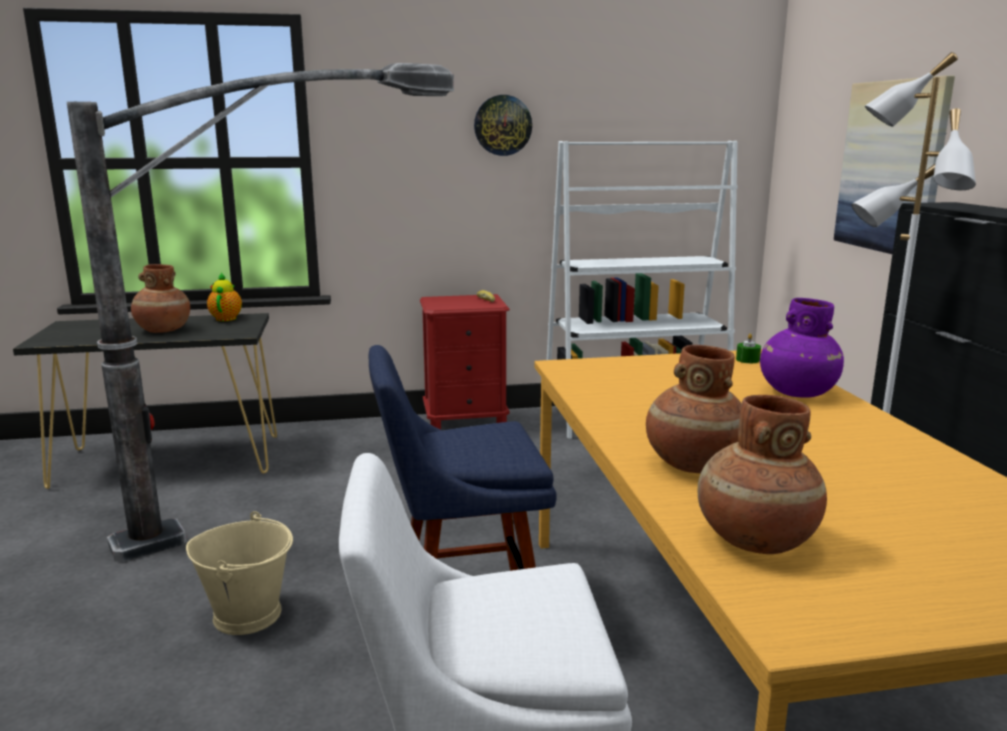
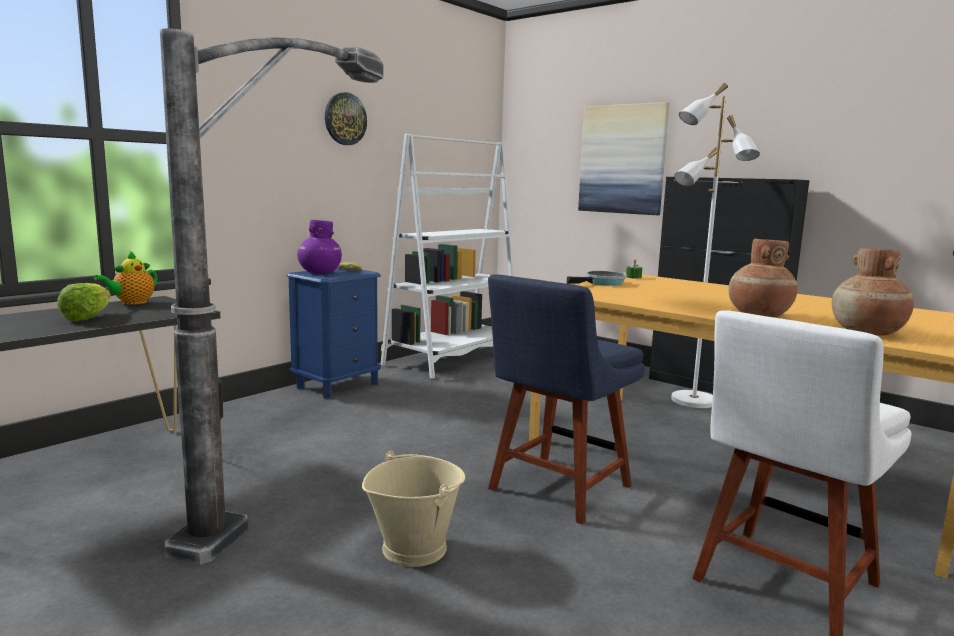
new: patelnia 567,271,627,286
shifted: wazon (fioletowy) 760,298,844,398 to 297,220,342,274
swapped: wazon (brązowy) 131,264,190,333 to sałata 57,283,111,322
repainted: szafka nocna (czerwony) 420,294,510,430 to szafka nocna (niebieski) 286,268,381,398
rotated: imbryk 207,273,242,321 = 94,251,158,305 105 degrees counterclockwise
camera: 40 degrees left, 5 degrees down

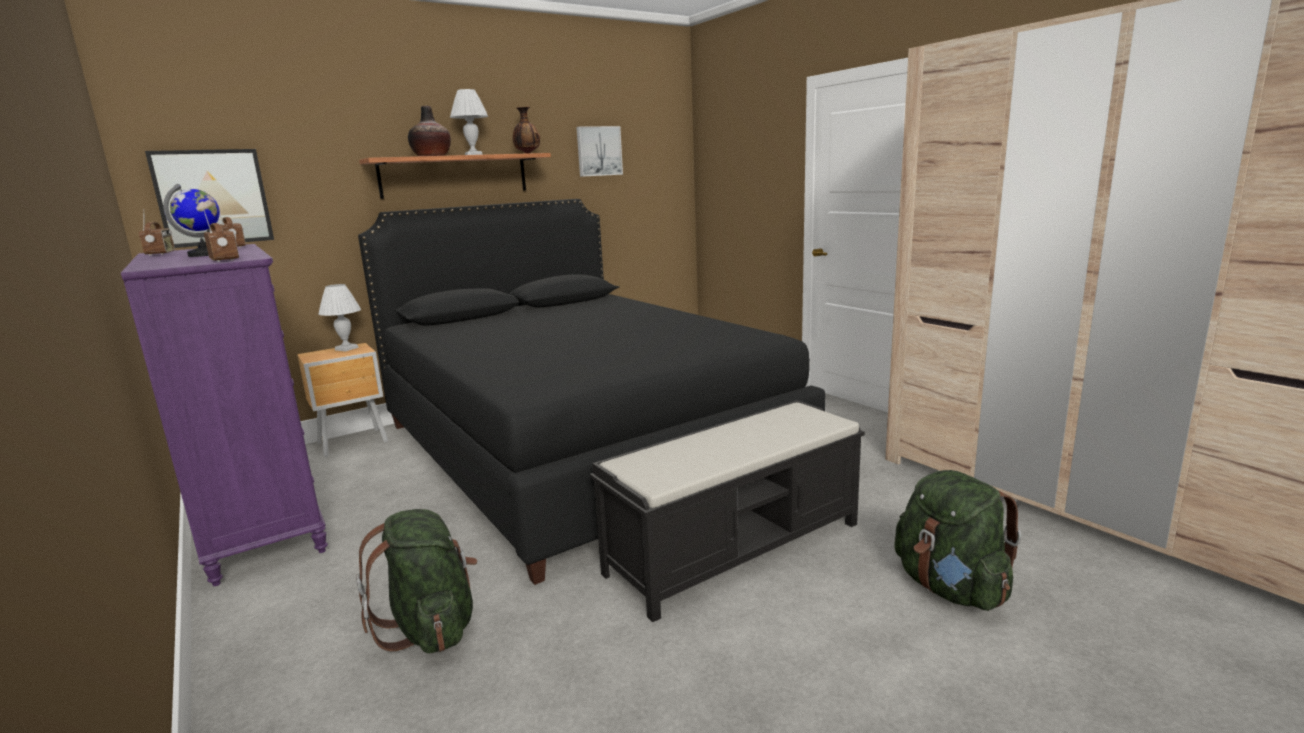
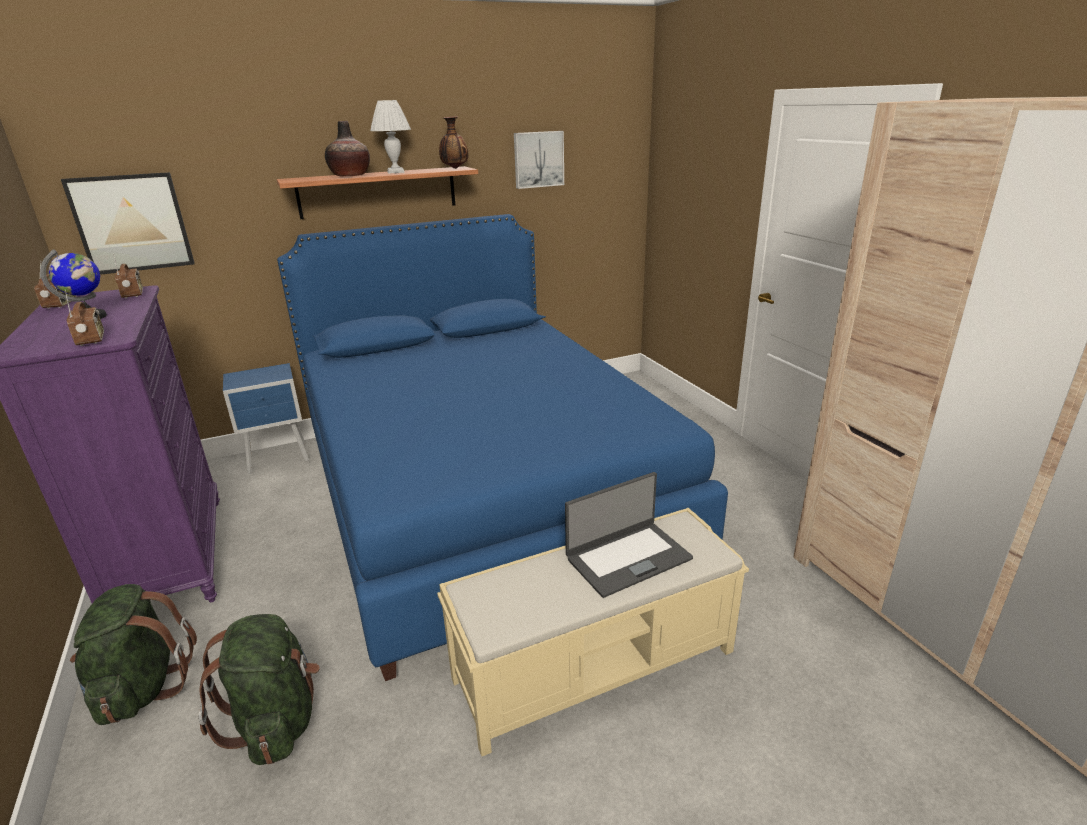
gone: lampa stołowa (biały) 318,284,361,351
new: laptop 565,472,693,598
shifted: plecak (zielony) 894,470,1021,611 to 70,584,197,725
repainted: łóżko (czarny) 358,199,825,585 to łóżko (niebieski) 277,214,728,681; szafka nocna (brązowy) 297,343,388,457 to szafka nocna (niebieski) 223,363,309,474; ławka (czarny) 590,400,865,622 to ławka (beżowy) 437,508,749,756
camera: 10 degrees right, 10 degrees up

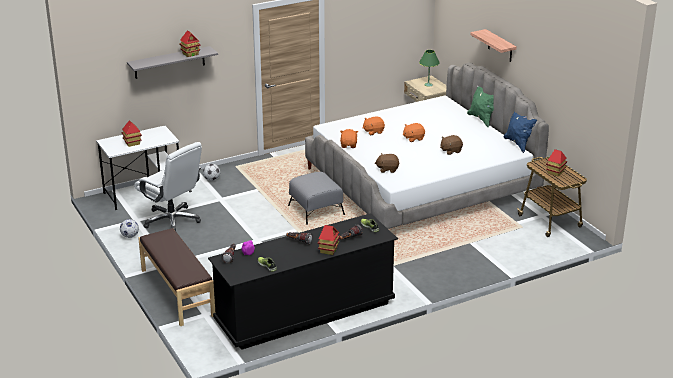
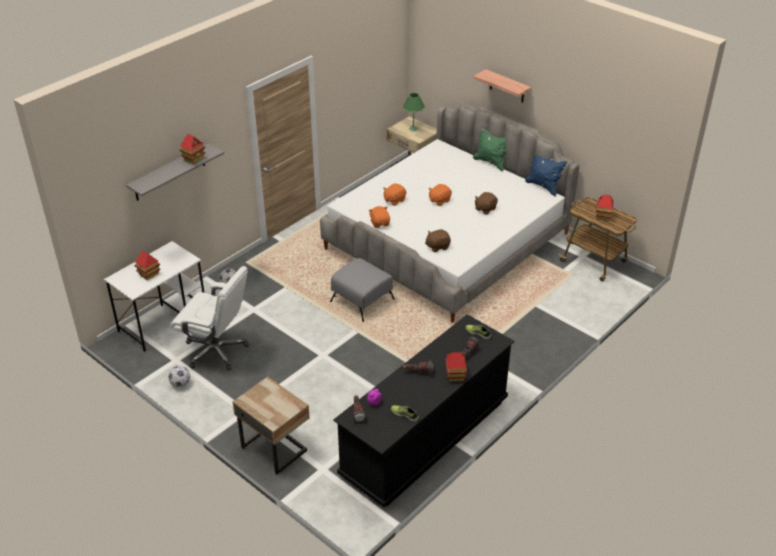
swapped: ławka (brązowy) 138,228,215,326 to szafka nocna (beżowy) 233,376,310,475
camera: 20 degrees left, 10 degrees up

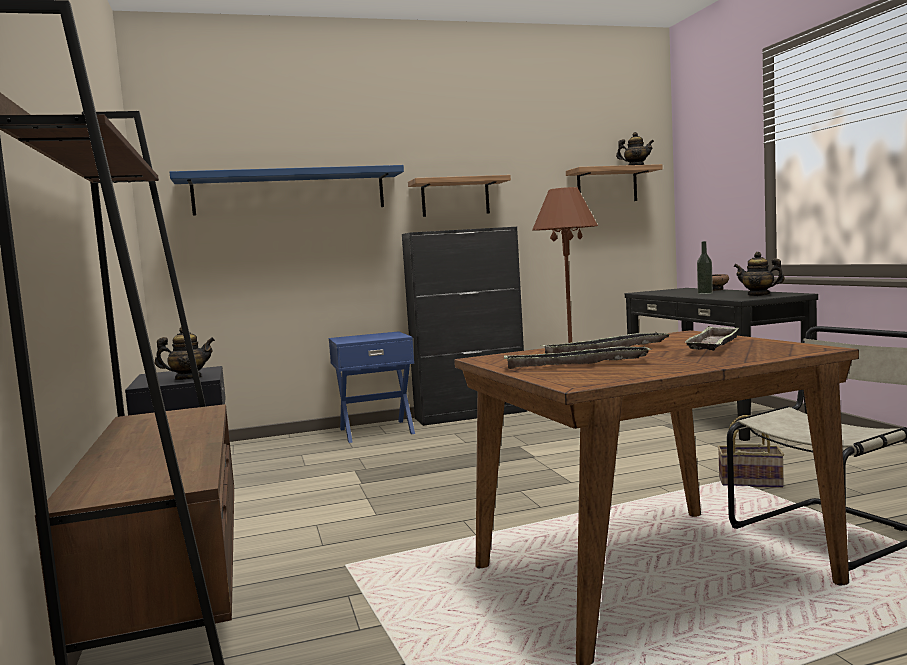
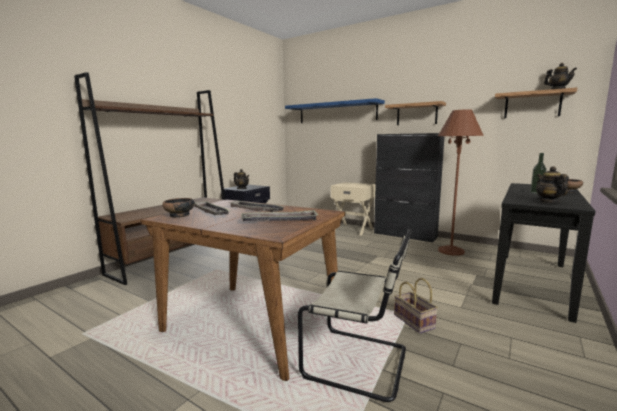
new: miska 162,198,195,218
repainted: szafka nocna (niebieski) 329,331,415,443 to szafka nocna (beżowy) 331,182,376,236
camera: 50 degrees right, 5 degrees up

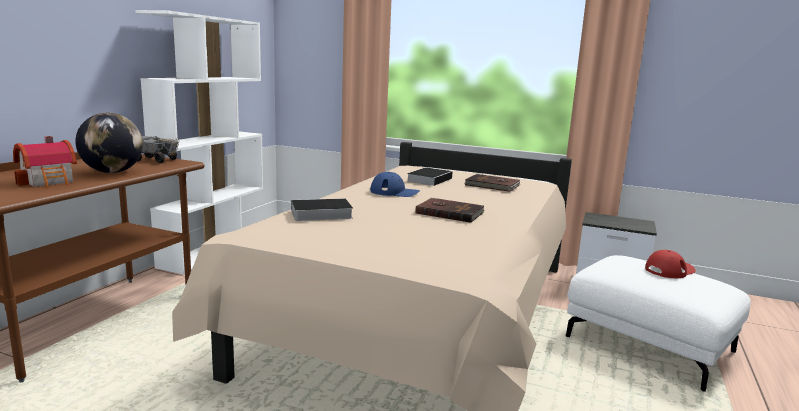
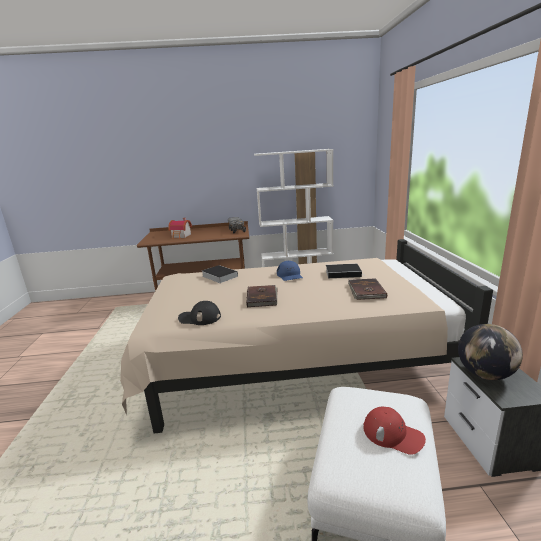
new: czapka z daszkiem (czarny) 178,301,221,325
shifted: globus 75,113,143,173 to 458,324,523,380
camera: 65 degrees right, 5 degrees up

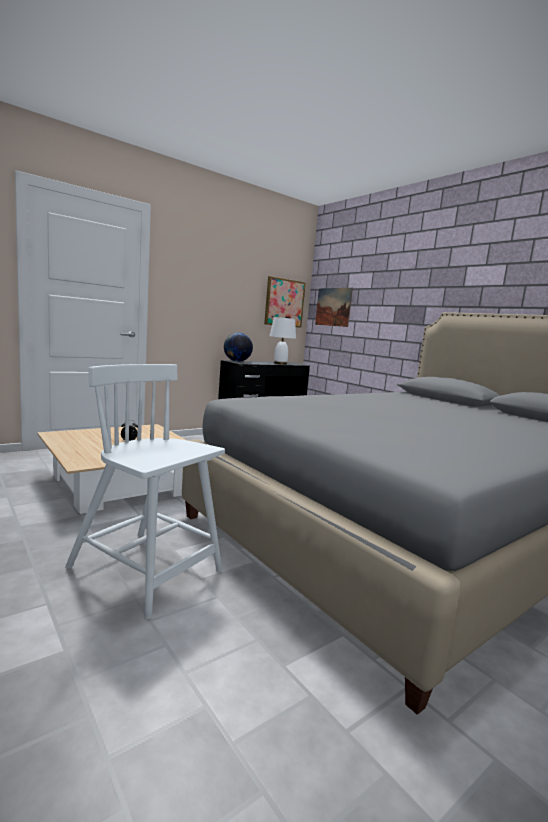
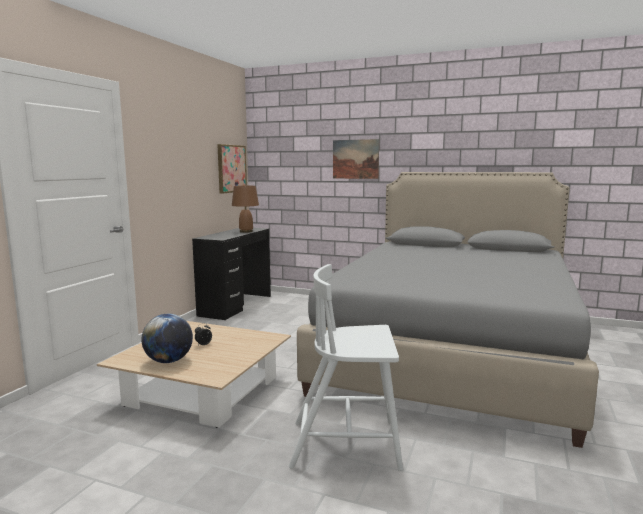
shifted: obraz 315,288,353,327 to 333,139,379,179; globus 224,332,253,362 to 142,314,193,363
repainted: lampa stołowa (biały) 270,317,296,365 to lampa stołowa (brązowy) 232,186,259,233
camera: 30 degrees left, 0 degrees up

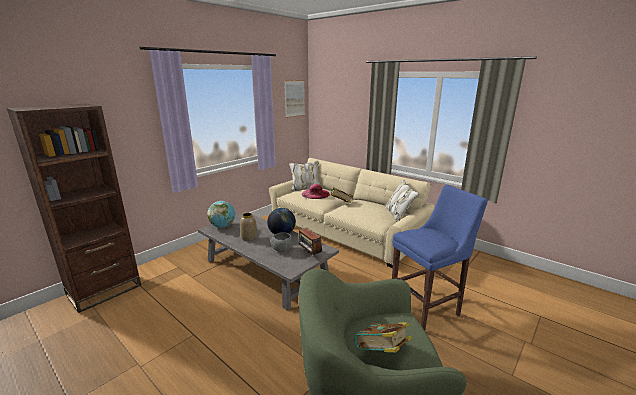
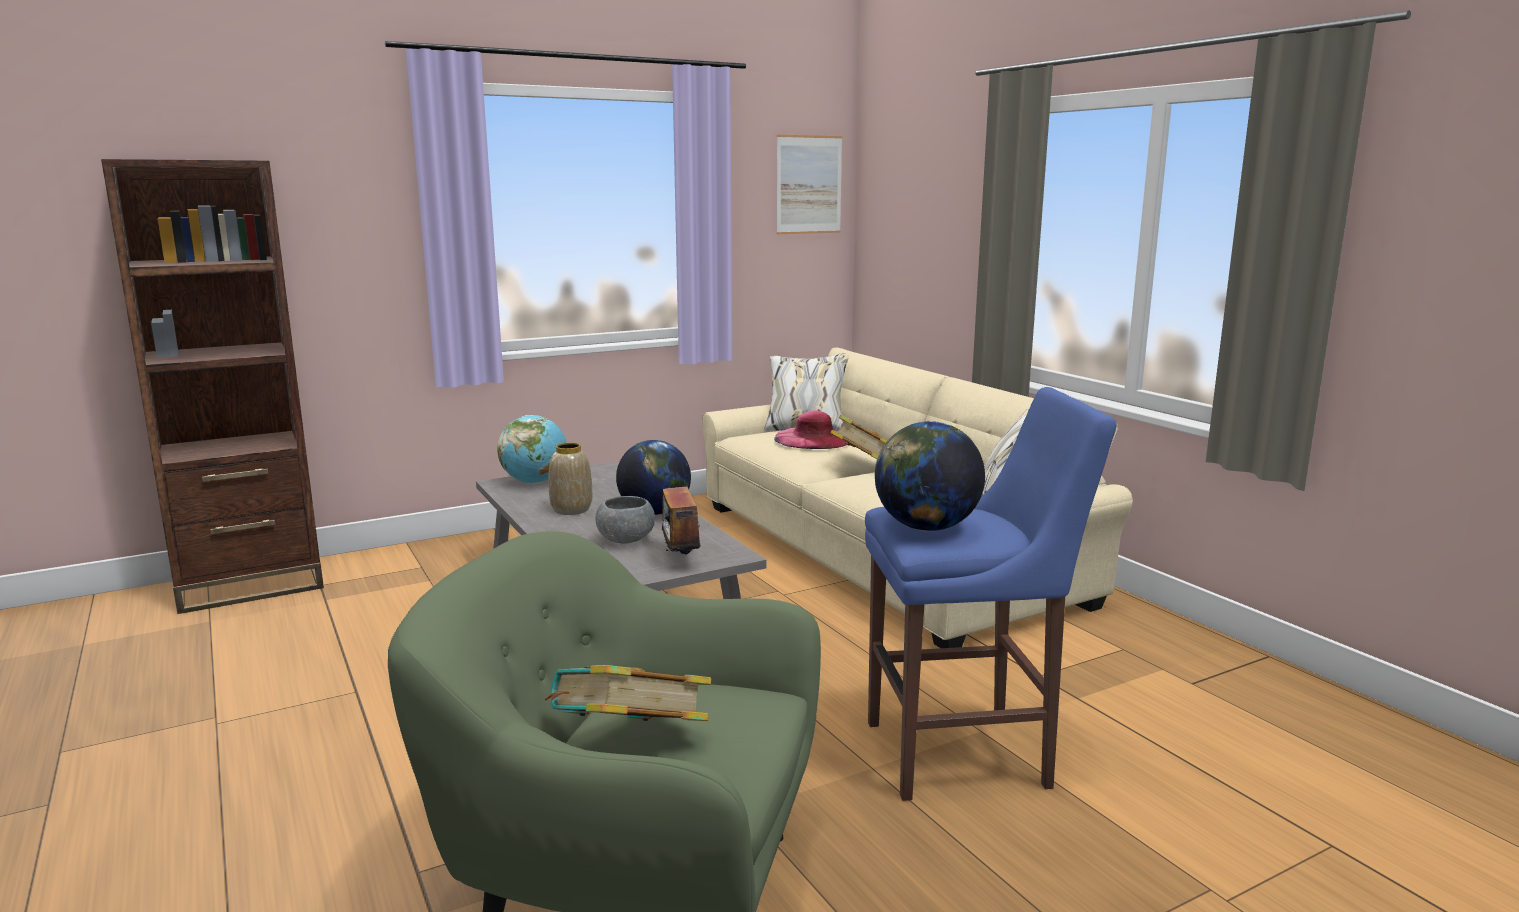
new: globus 875,421,985,531
camera: 20 degrees right, 5 degrees down

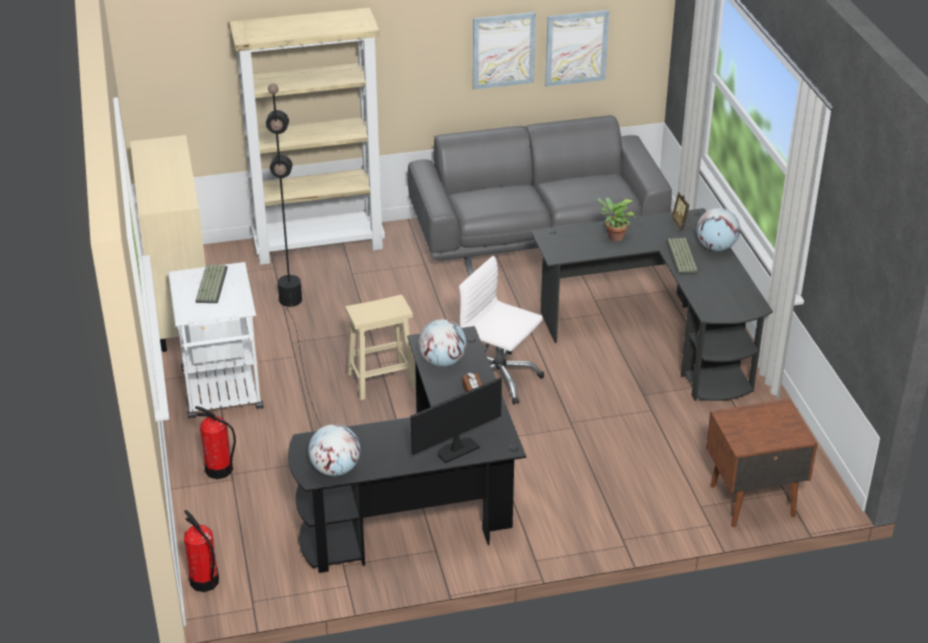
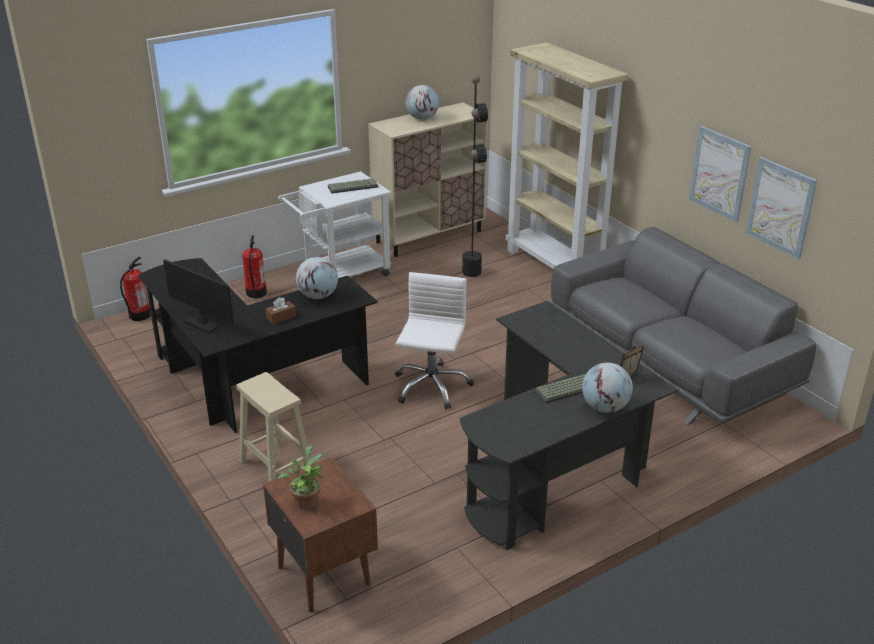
shifted: roślina doniczkowa 596,198,636,241 to 278,445,323,510; stołek (beżowy) 345,295,416,400 to 236,372,310,482; globus 308,424,360,476 to 406,85,439,120
camera: 70 degrees right, 5 degrees down

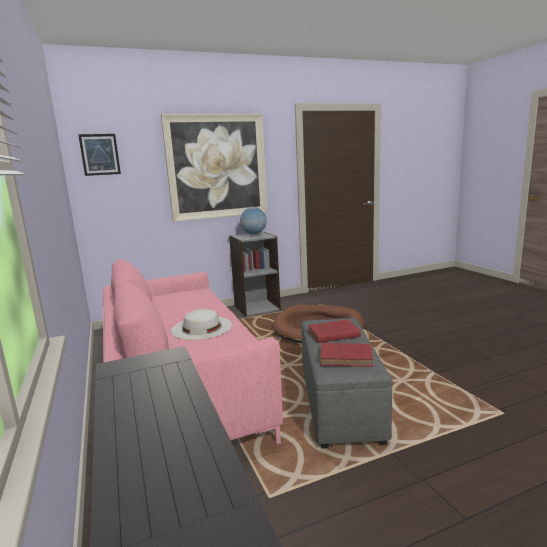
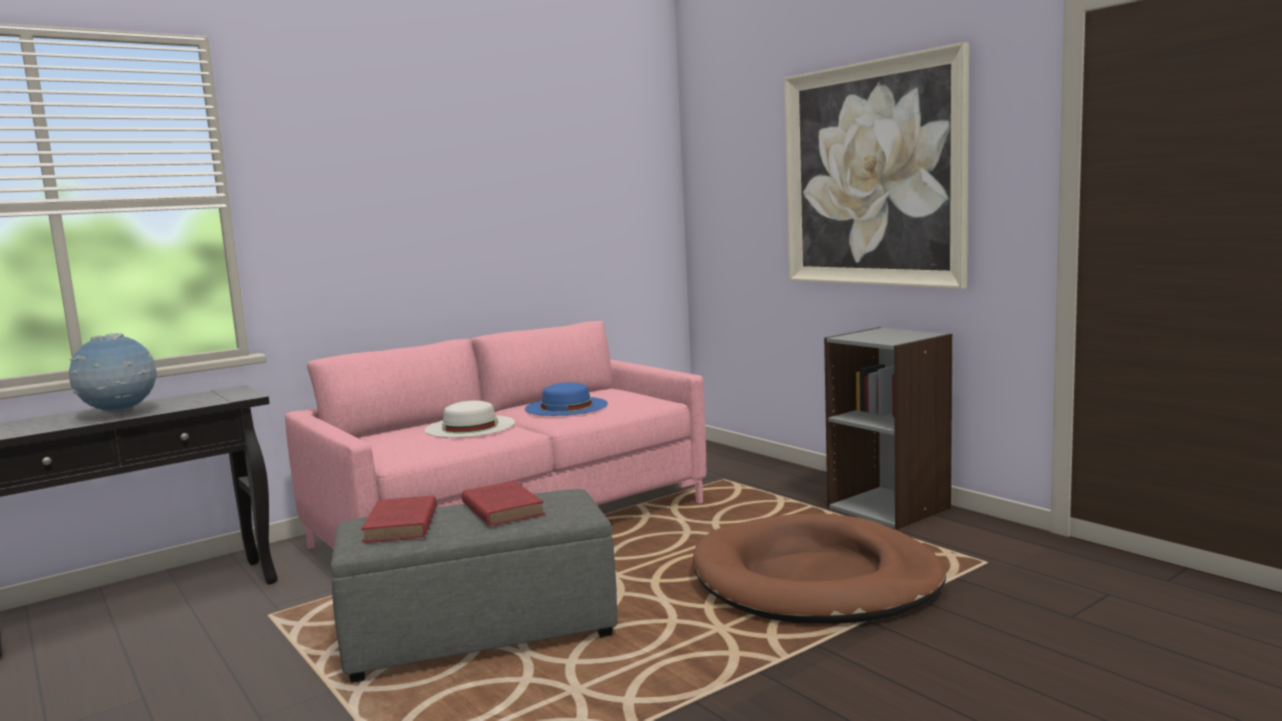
gone: obraz 78,134,121,176
new: kapelusz (niebieski) 525,383,608,416
shifted: globus 240,207,267,236 to 69,333,157,414
camera: 75 degrees right, 5 degrees down

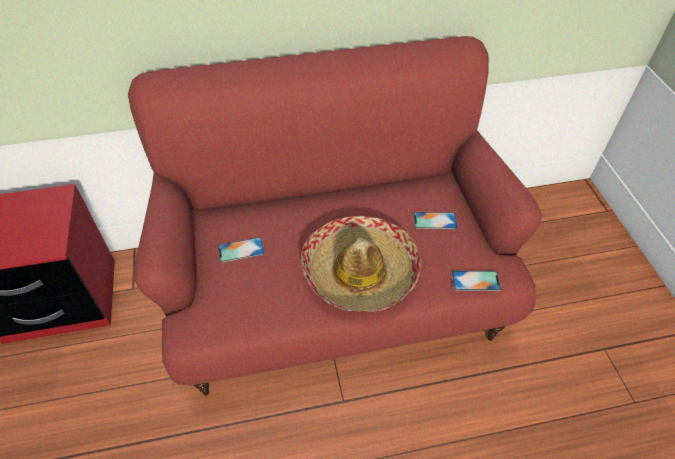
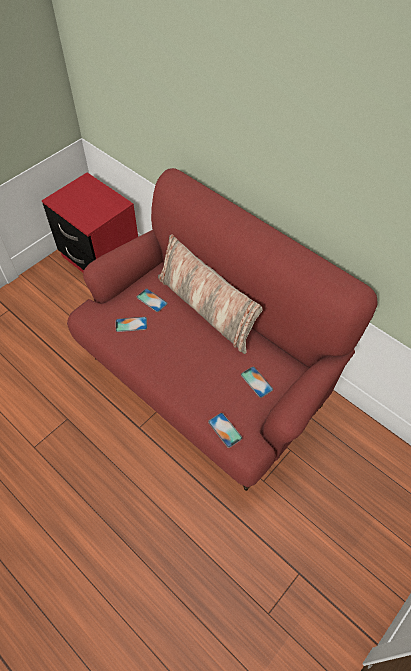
gone: kapelusz 301,216,422,312
new: poduszka 158,234,262,354; telefon 116,317,147,332
camera: 55 degrees right, 5 degrees up

